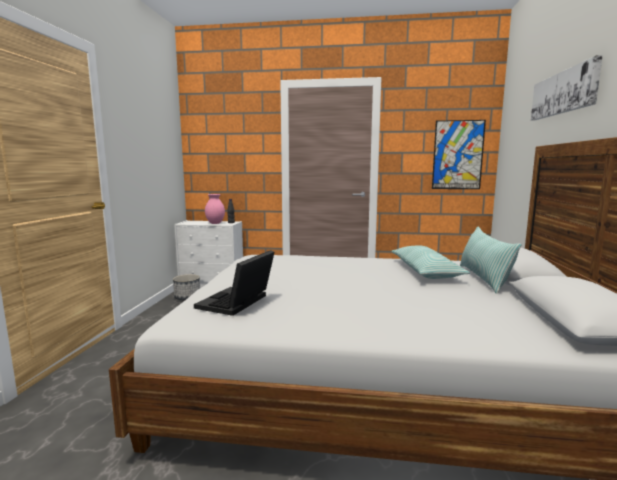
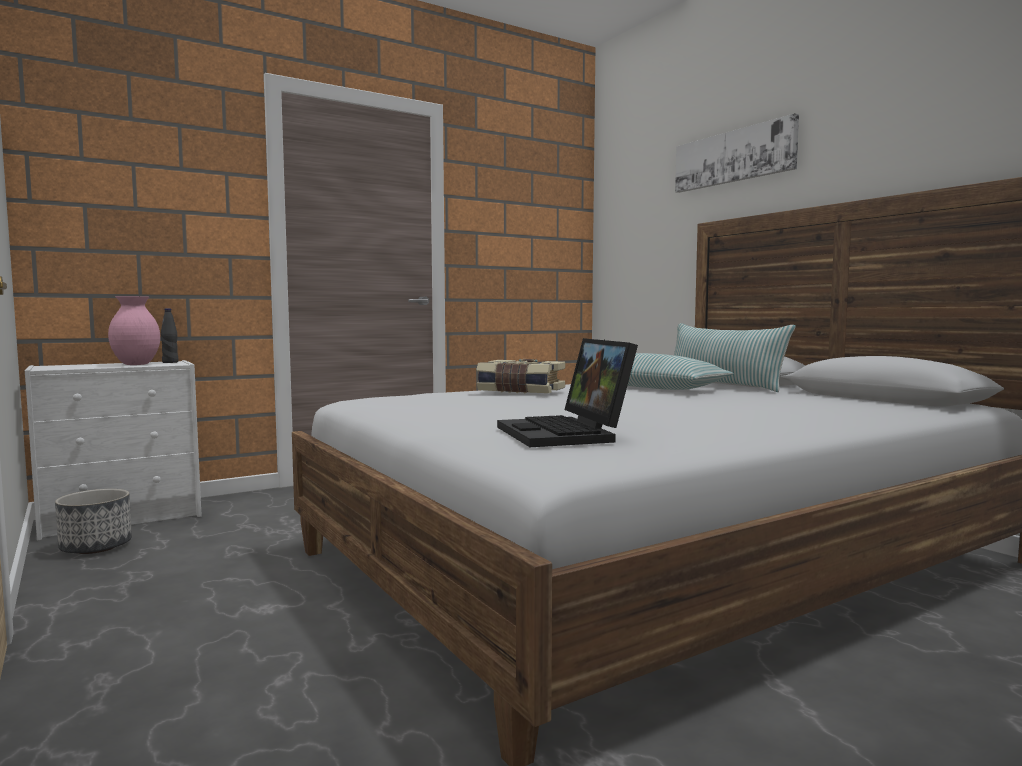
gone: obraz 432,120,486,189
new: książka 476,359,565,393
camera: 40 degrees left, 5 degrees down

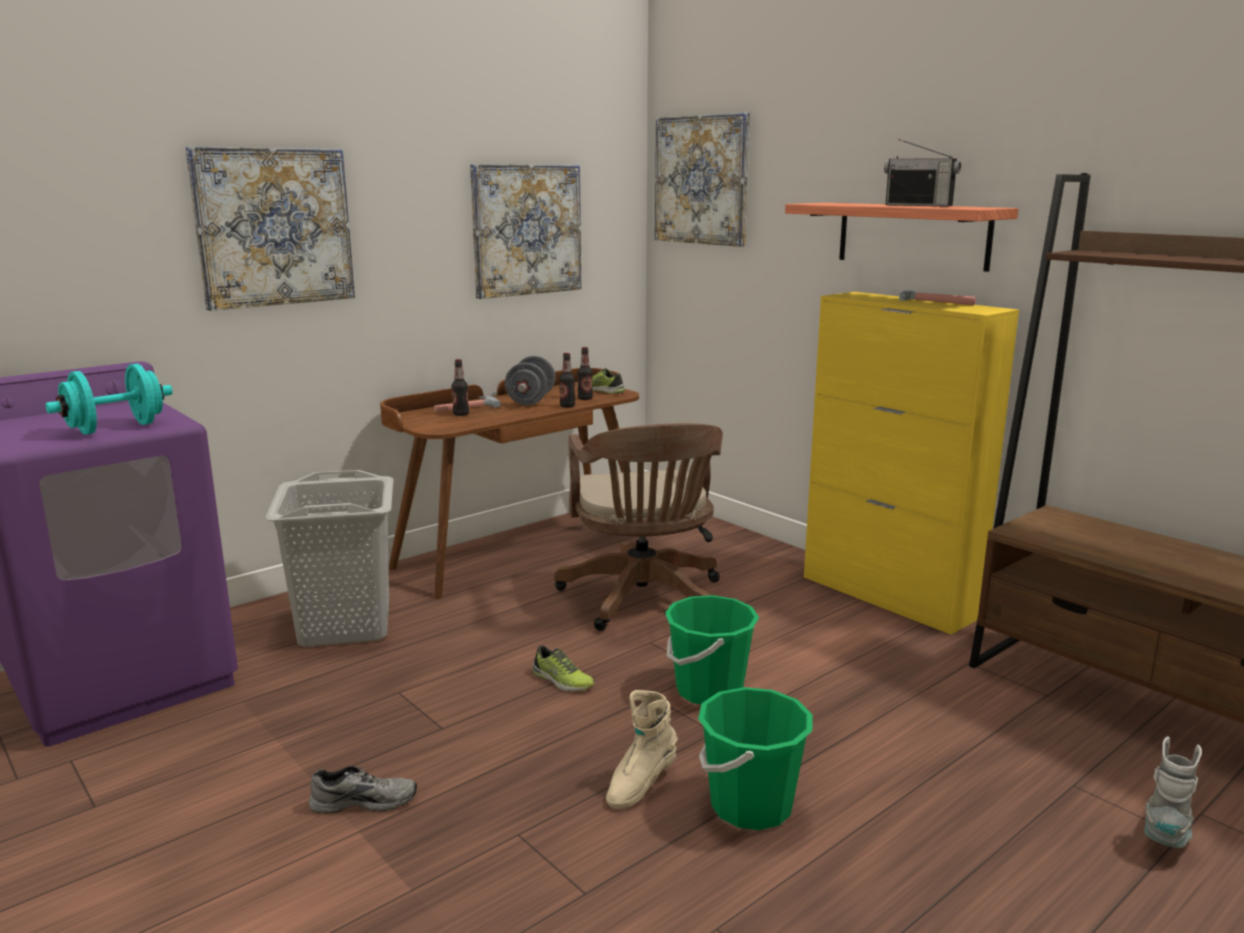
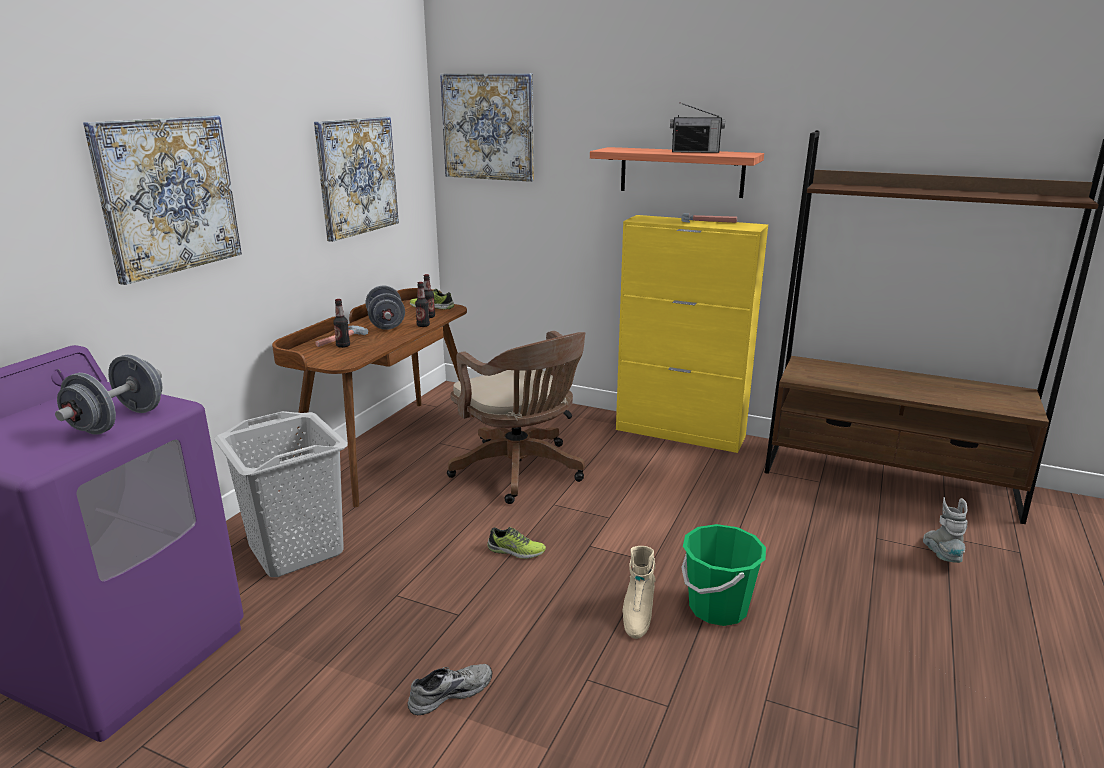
gone: wiadro (zielony) 665,595,759,705
repainted: hantel (turkusowy) 45,364,173,435 to hantel (szary) 55,355,163,435
camera: 25 degrees left, 5 degrees up

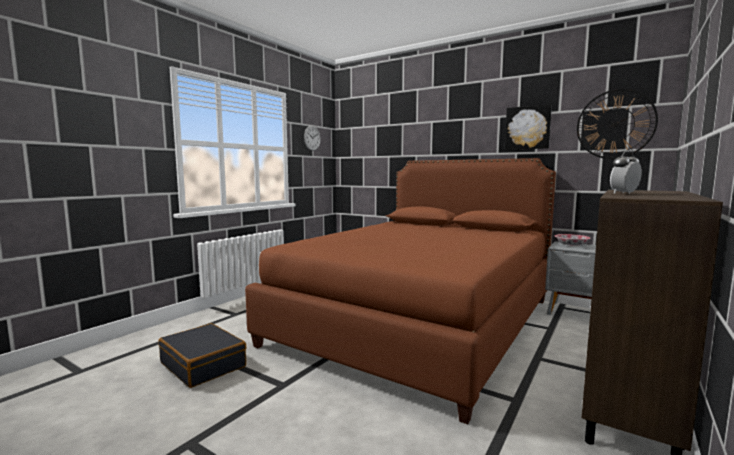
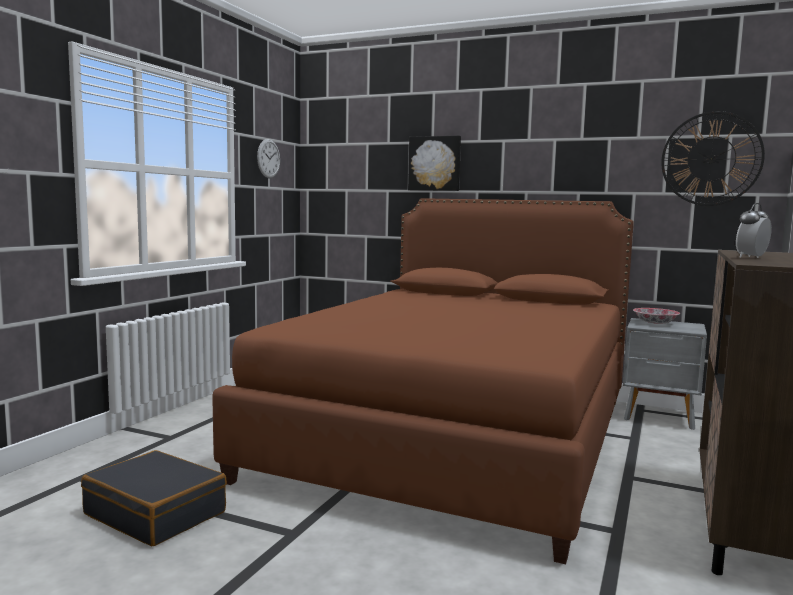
shifted: obraz 505,104,552,150 to 408,136,461,191
camera: 10 degrees left, 0 degrees up

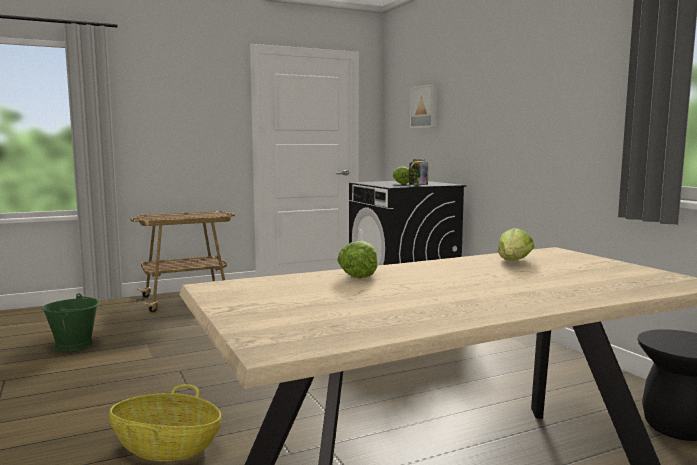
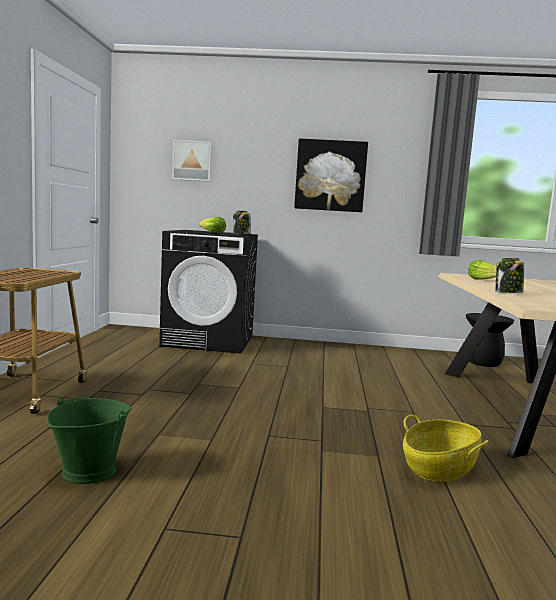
new: obraz 294,139,368,212
swapped: sałata 337,241,378,278 to słoik 496,258,524,293
camera: 60 degrees left, 0 degrees up

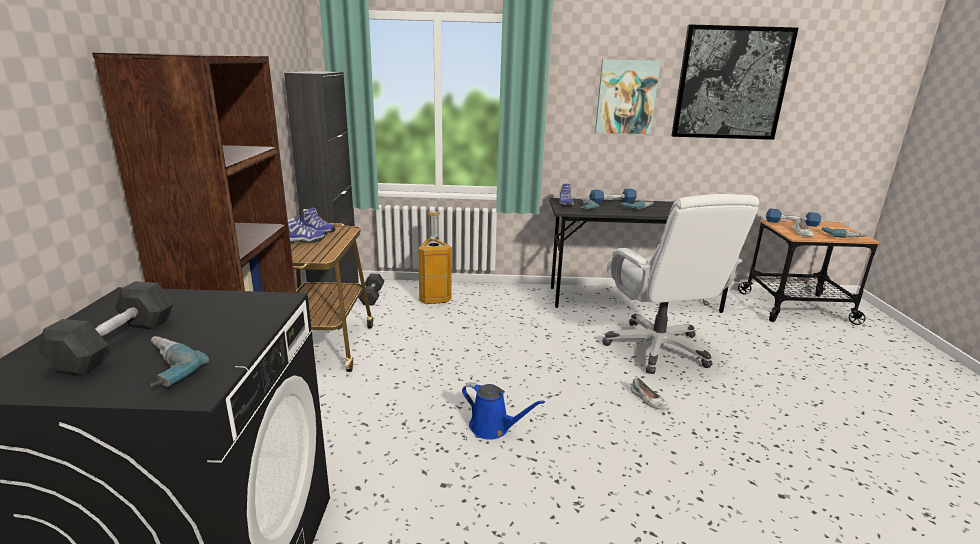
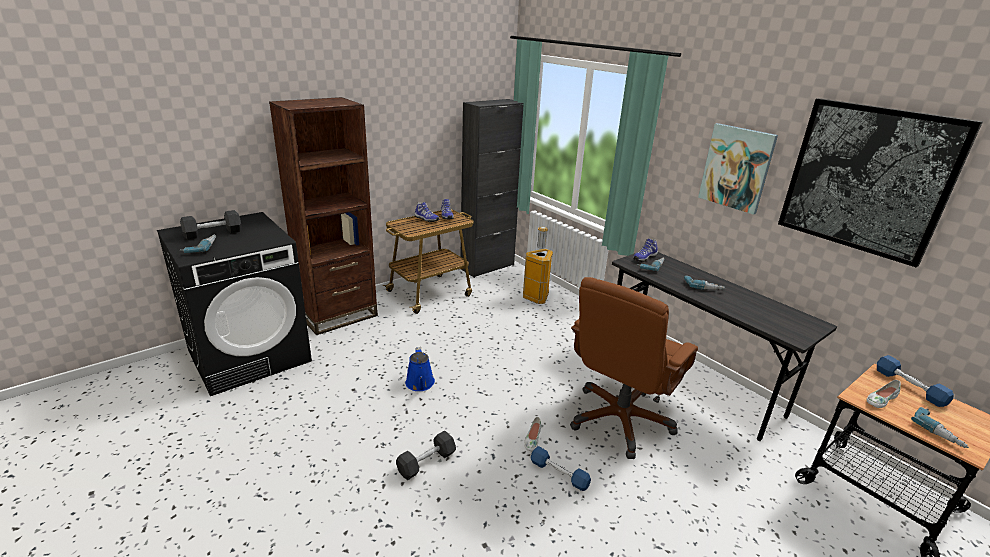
shifted: hantel (niebieski) 589,189,637,204 to 531,446,591,491; hantel (czarny) 358,274,384,305 to 396,430,456,480
repainted: krzesło biurowe (biały) 602,194,759,374 to krzesło biurowe (brązowy) 570,277,698,459
camera: 50 degrees right, 5 degrees up

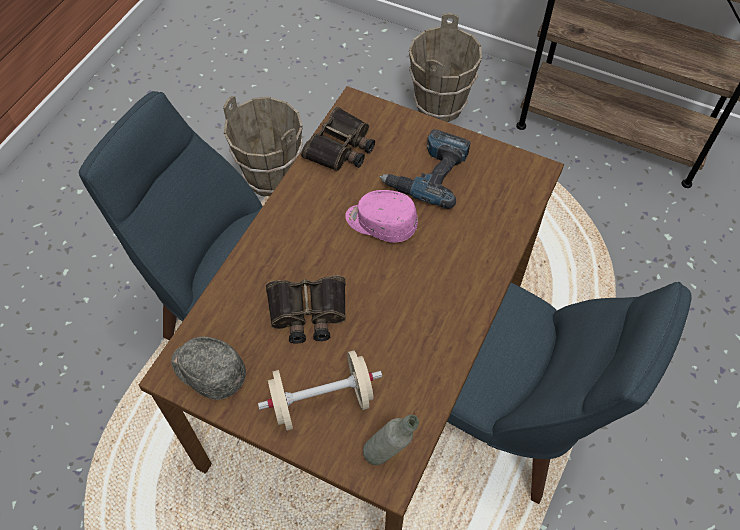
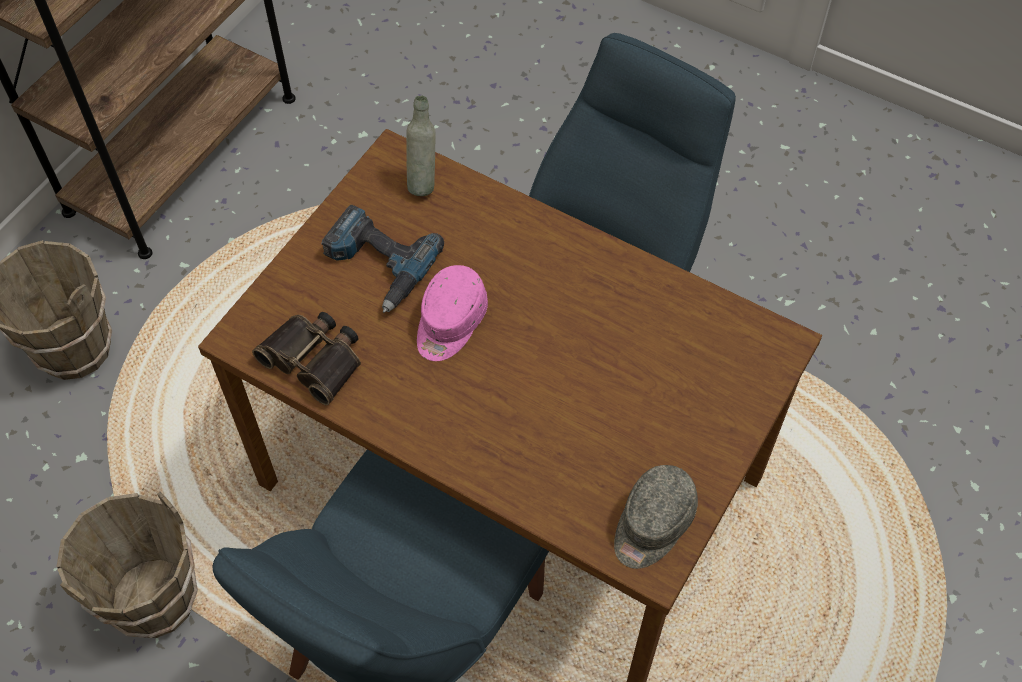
gone: lornetka 266,275,346,344; hantel (beżowy) 258,350,382,431
shifted: butelka (szary) 363,415,419,465 to 406,95,436,196
camera: 85 degrees left, 0 degrees up

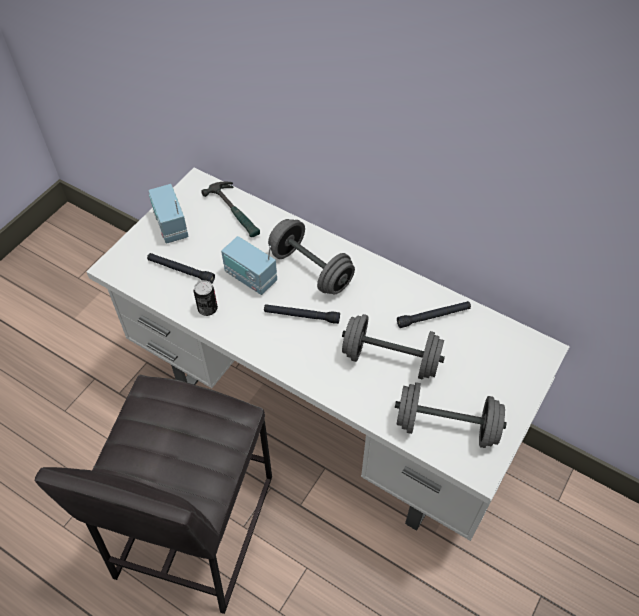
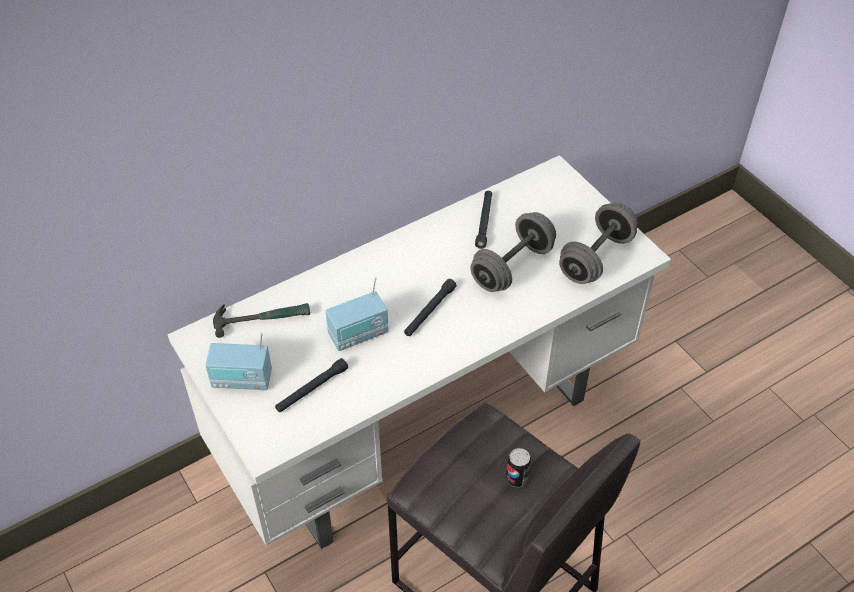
gone: hantel (szary) 268,219,355,295
shifted: puszka 194,280,218,316 to 506,448,531,487
camera: 65 degrees left, 5 degrees down

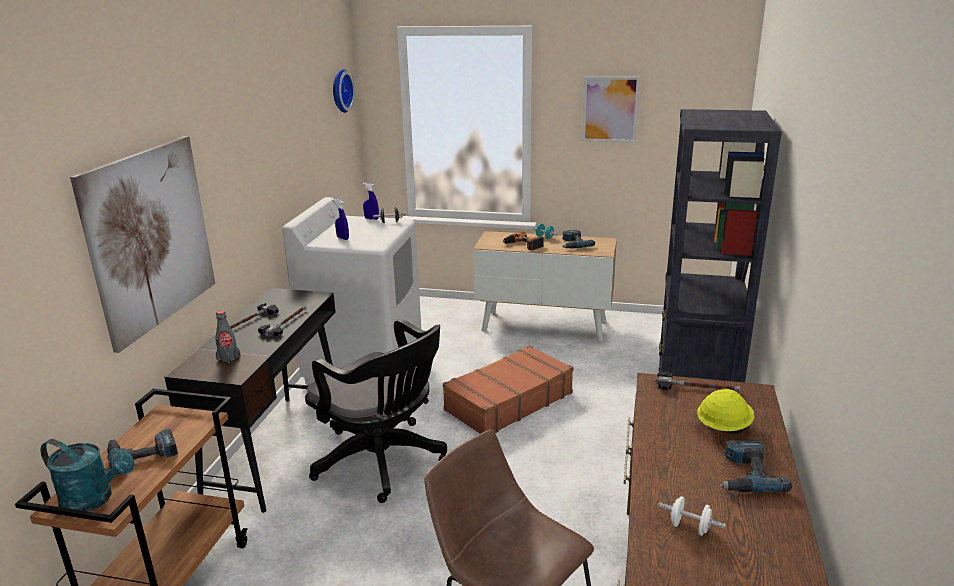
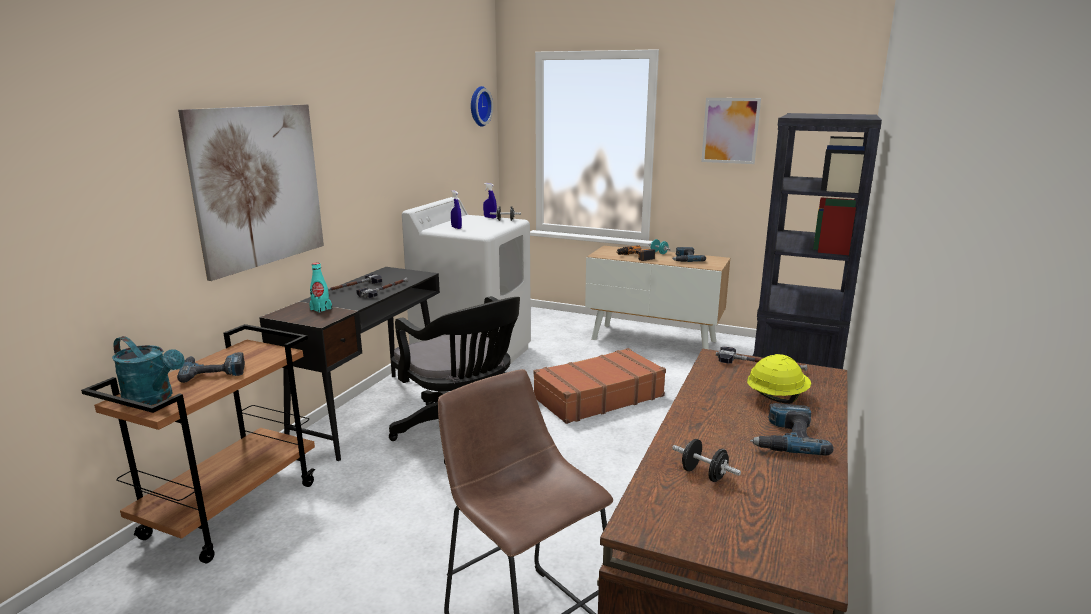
repainted: butelka (szary) 215,311,241,363 to butelka (turkusowy) 309,263,332,313; hantel (biały) 658,496,726,536 to hantel (czarny) 672,439,741,482
camera: 10 degrees right, 5 degrees down

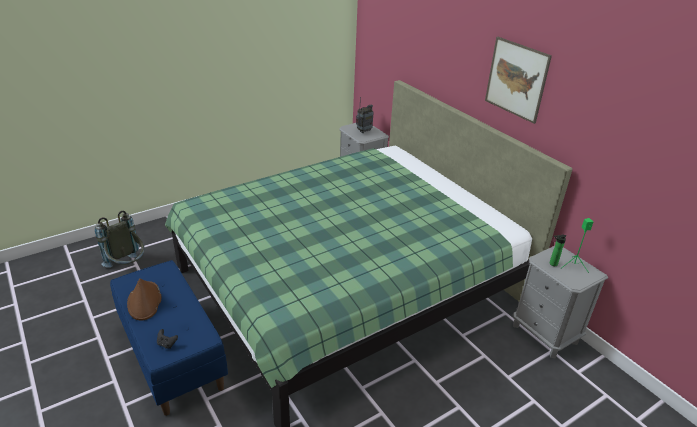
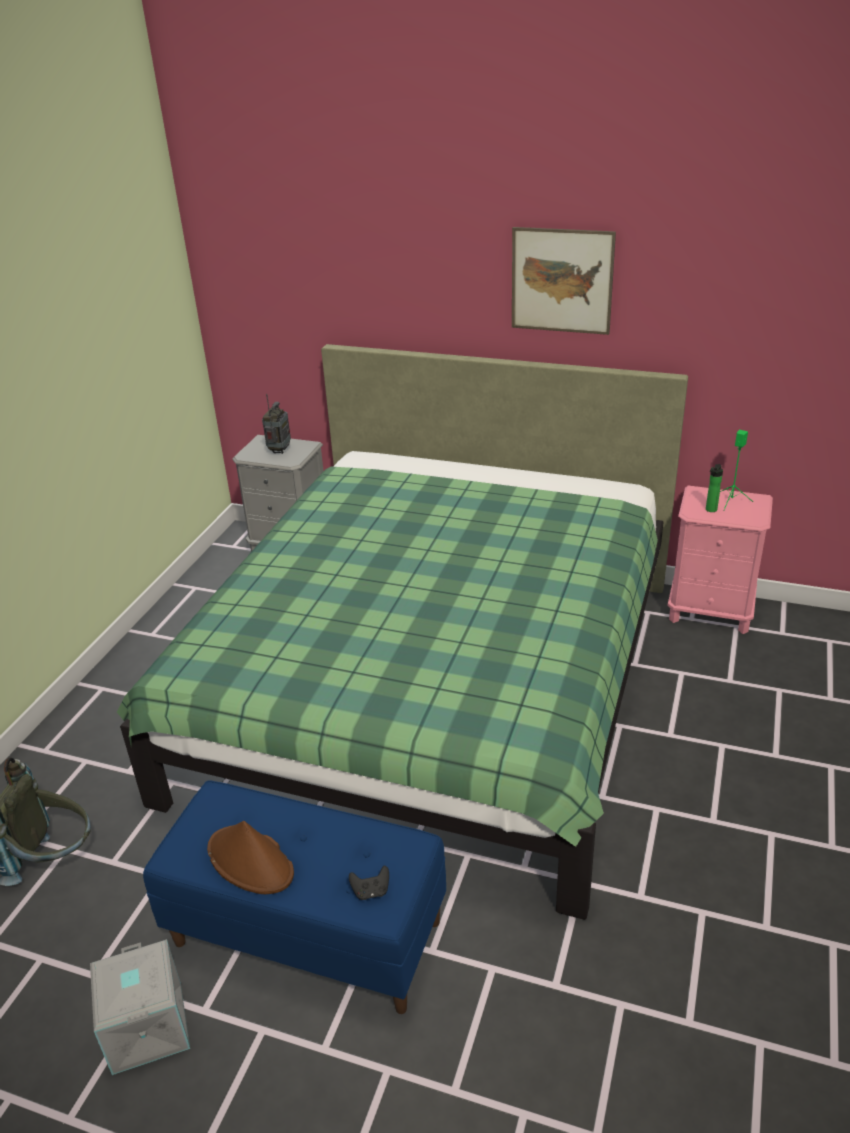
new: pojemnik do przechowywania (szary) 90,939,190,1075
repainted: szafka nocna (szary) 513,246,608,358 to szafka nocna (różowy) 668,486,773,634
camera: 35 degrees left, 0 degrees up

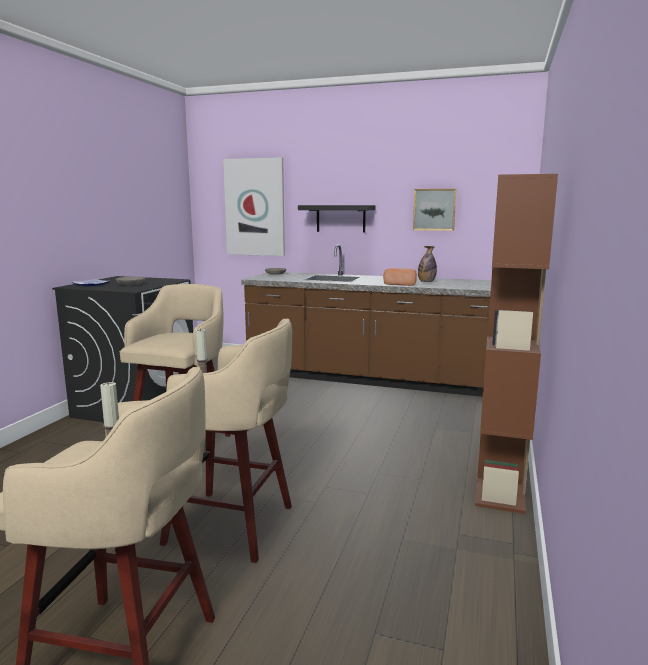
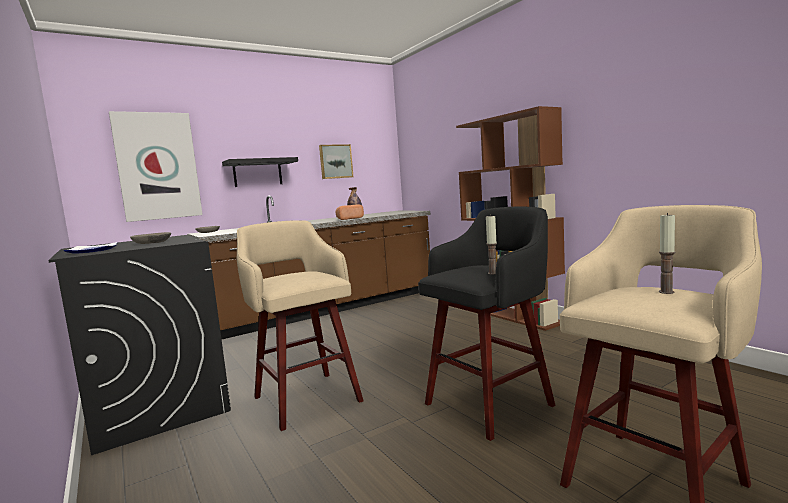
repainted: stołek (beżowy) 160,318,292,563 to stołek (czarny) 418,206,555,441
camera: 50 degrees left, 5 degrees down

